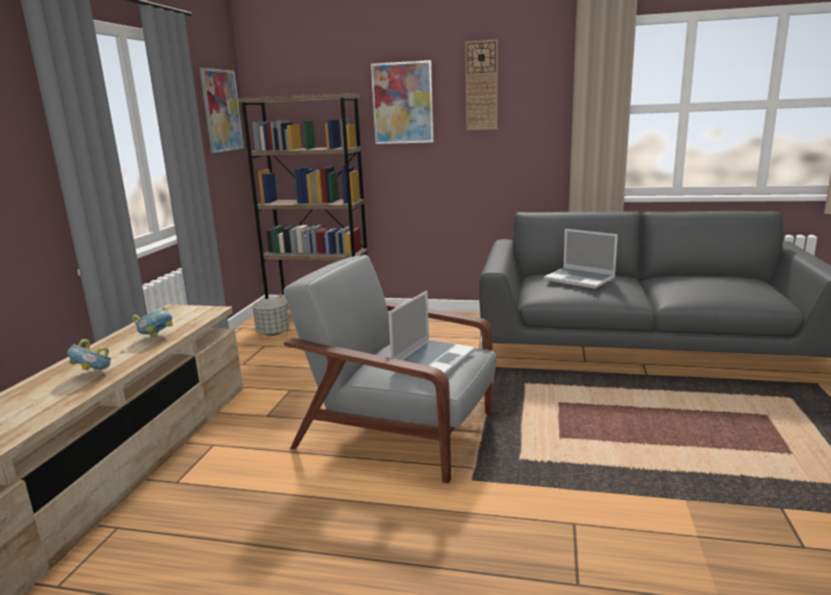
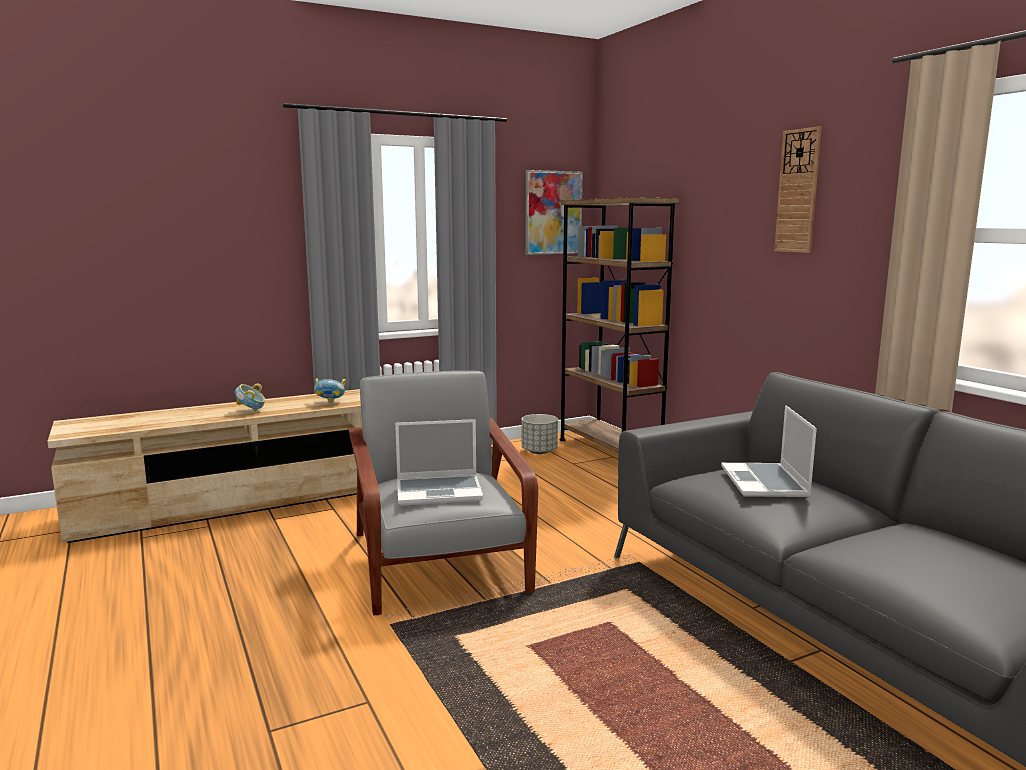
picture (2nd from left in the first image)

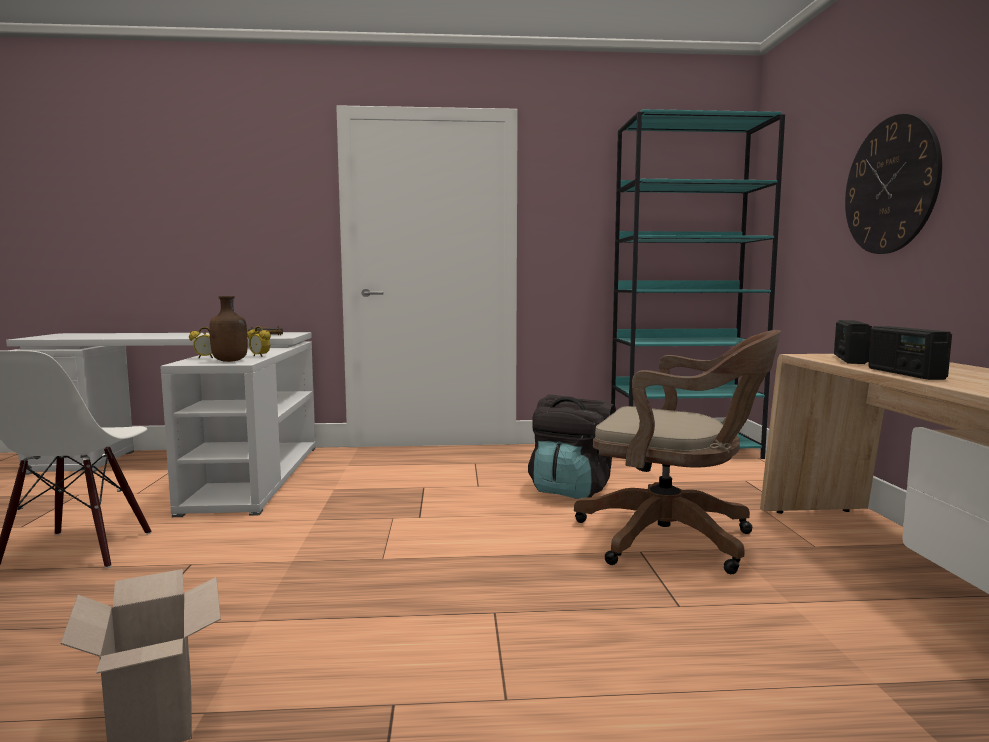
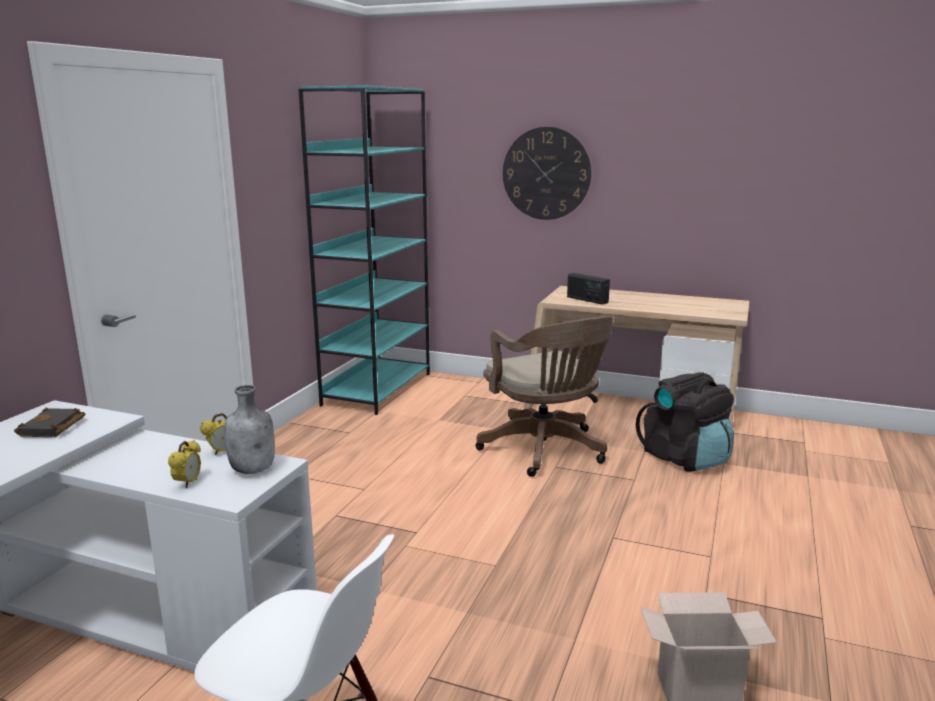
radio (2nd from left in the first image)
backpack (black)
bottle (grey)
office chair (brown)

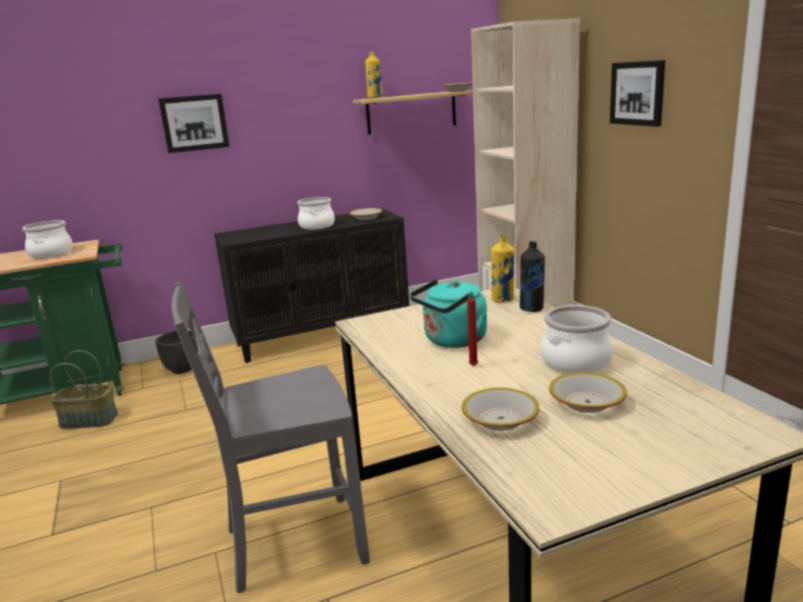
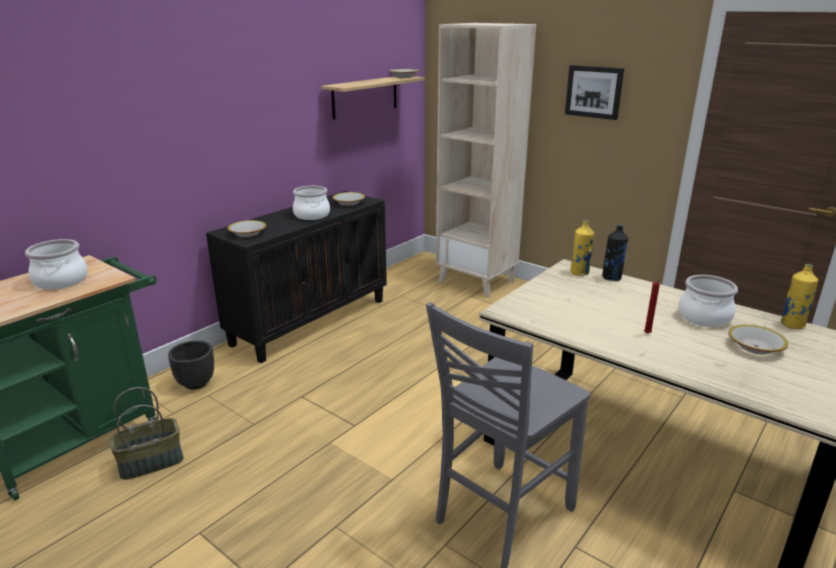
picture (1st from left in the first image)
kettle (turquoise)
bottle (yellow) (2nd from left)
bowl (1st from left)

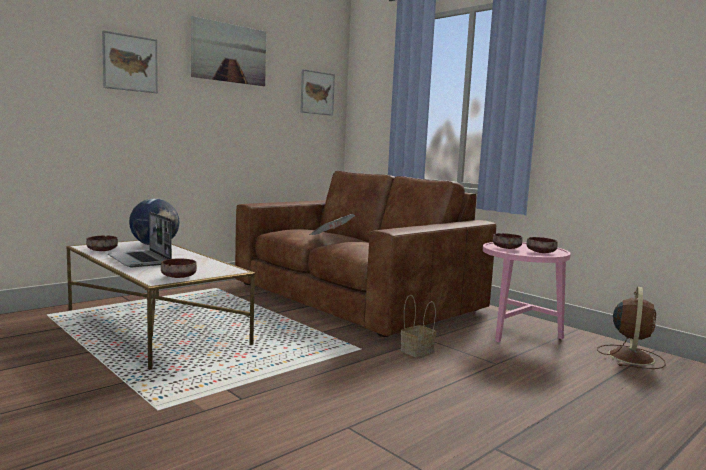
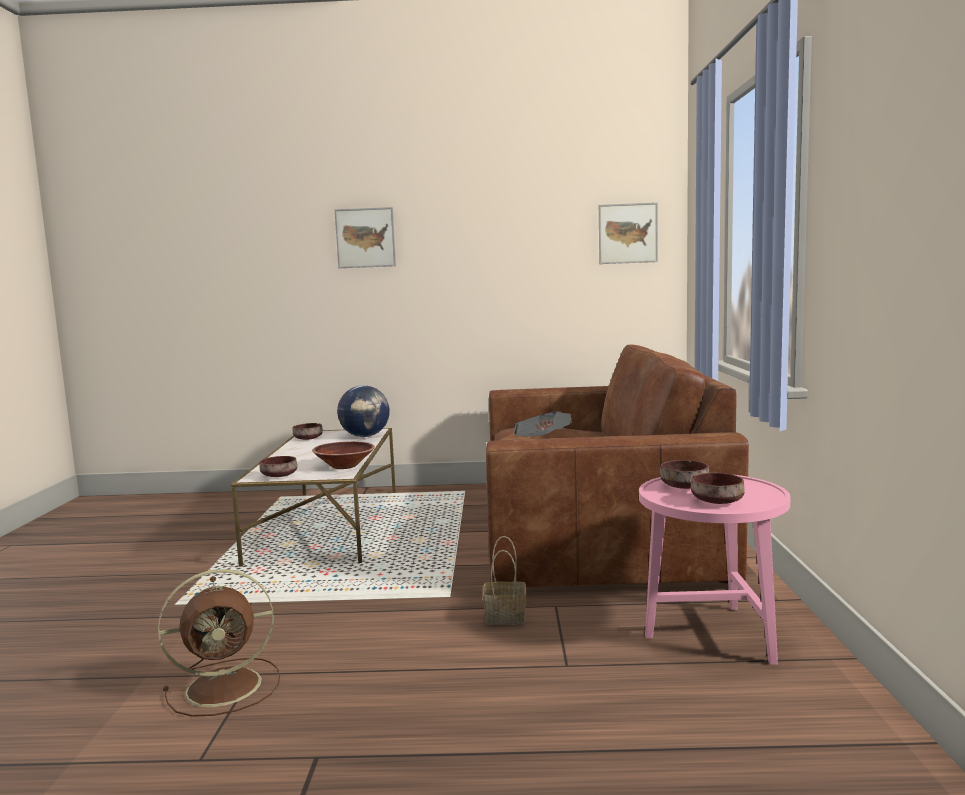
laptop
picture (2nd from left in the first image)
bowl (brown) (3rd from left)
fan (brown)

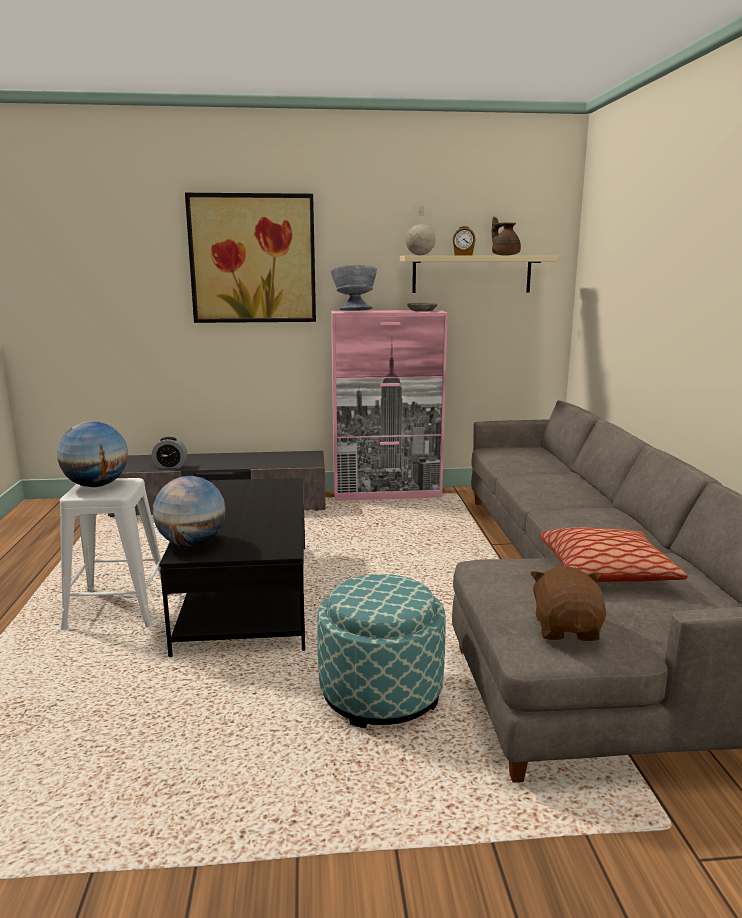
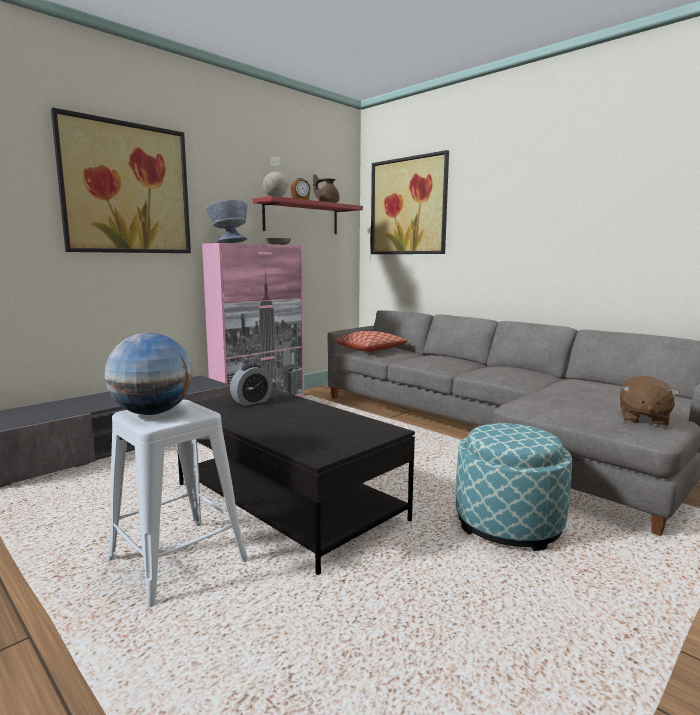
globe (2nd from left in the first image)
picture (2nd from left)
alarm clock (1st from left)
pillow
shelf (red)
plush toy (brown)

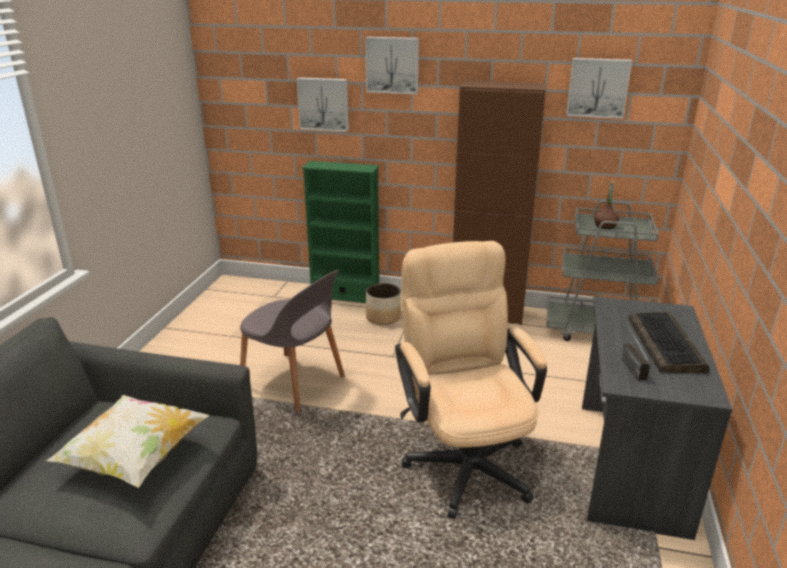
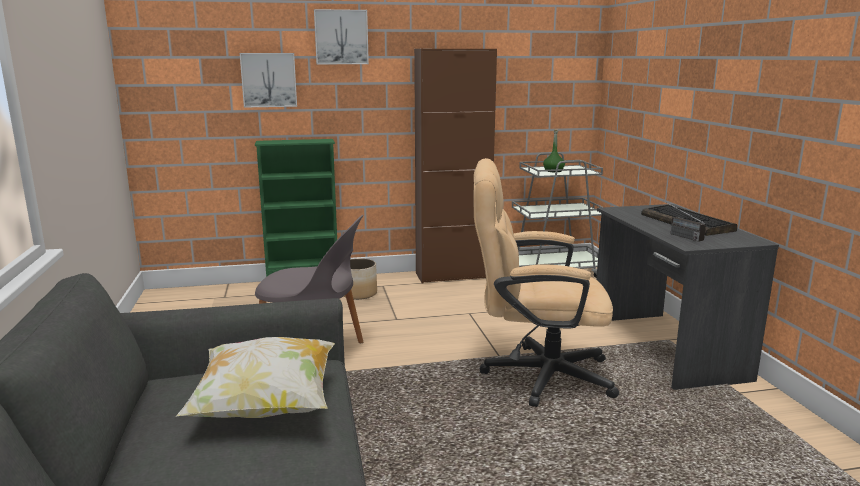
picture (3rd from left in the first image)
bottle (green)
office chair (beige)

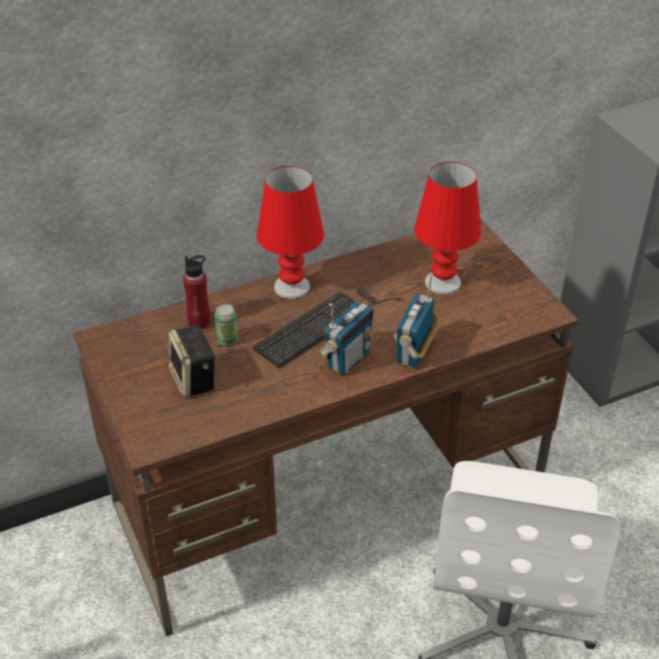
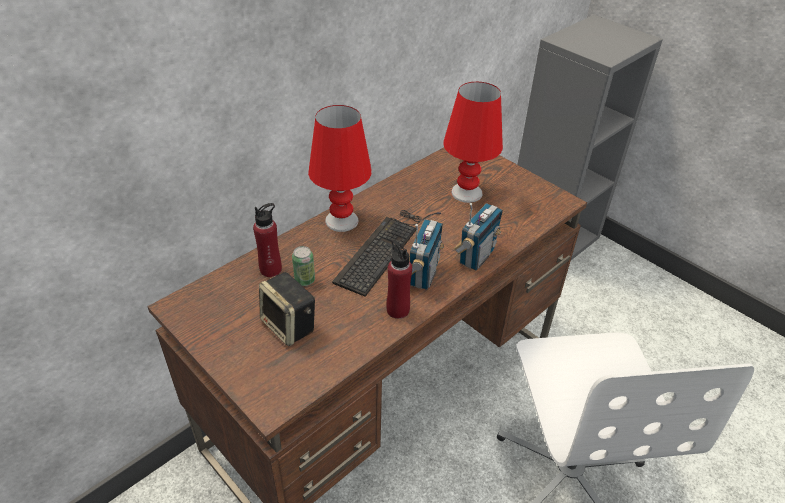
bottle (red) (2nd from left)
radio (2nd from left)

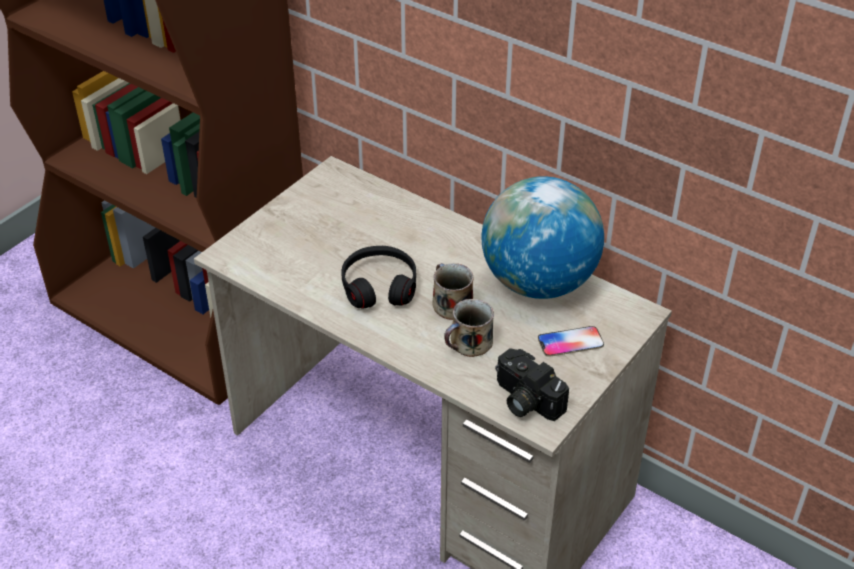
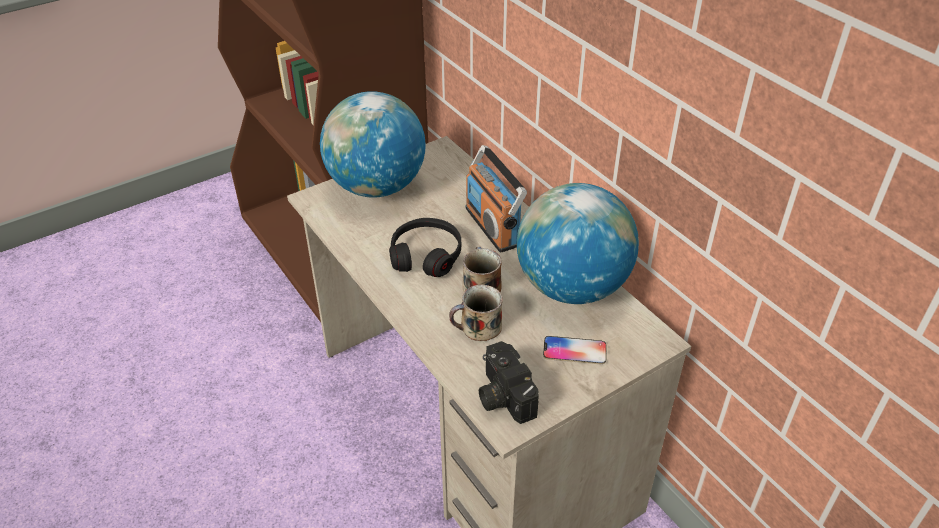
globe (1st from left)
radio

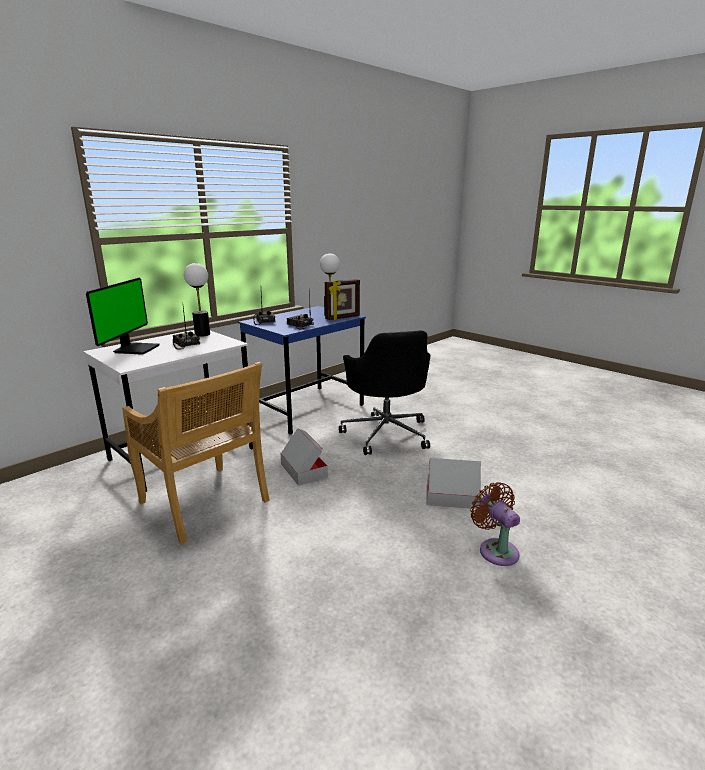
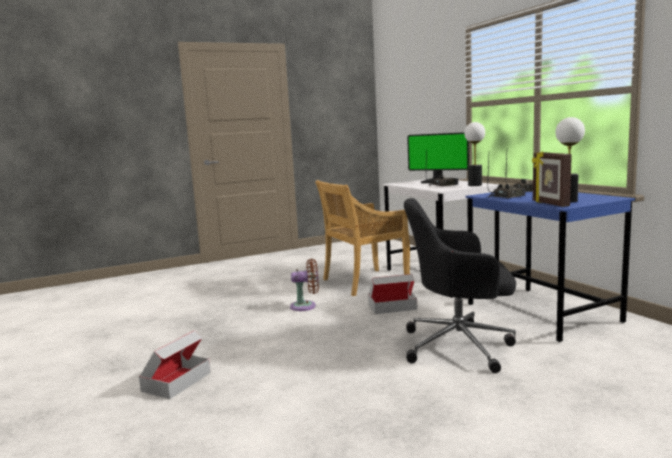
cardboard box (1st from left)
fan (brown)

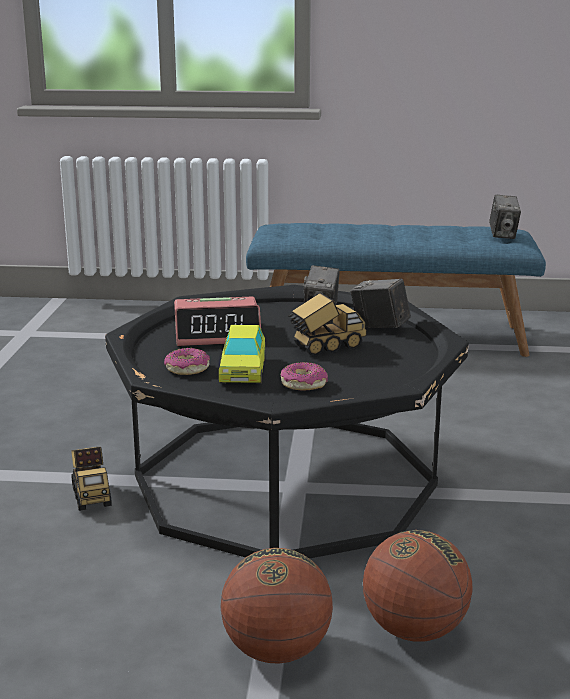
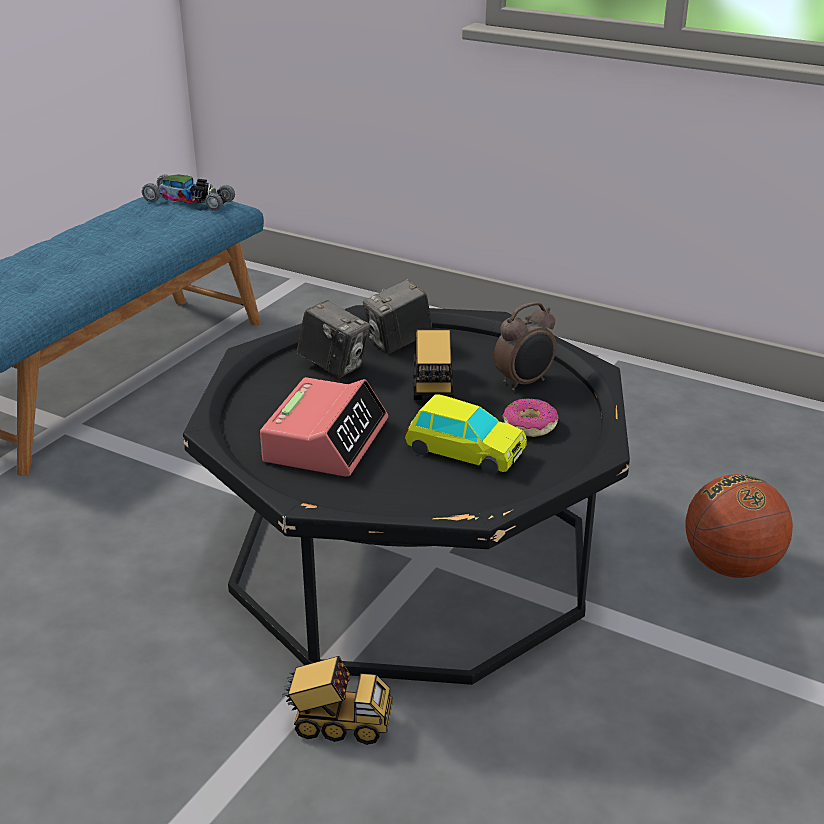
donut (1st from left in the first image)
basketball (1st from left in the first image)
alarm clock (2nd from left)
toy car (1st from left)

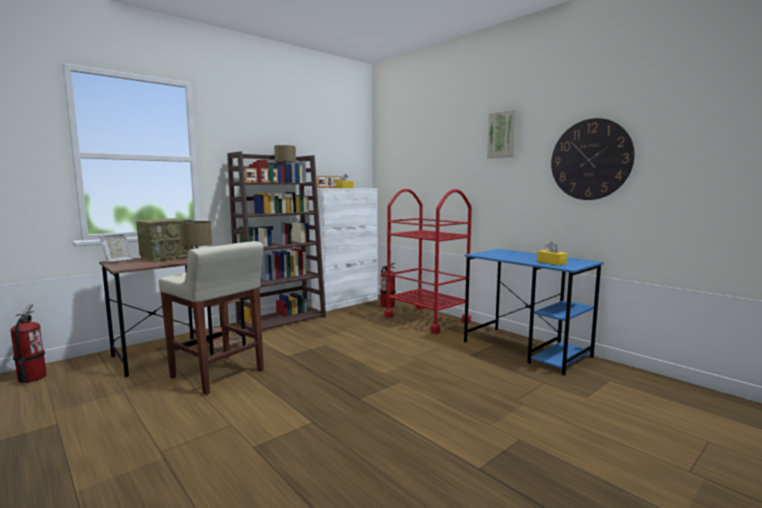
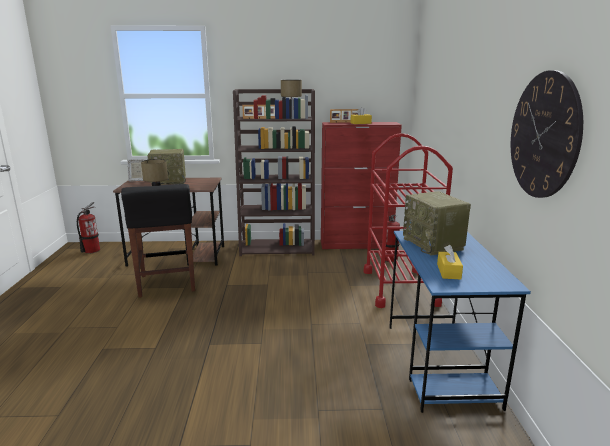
picture
radio (2nd from left)
stool (black)
cabinet (red)

